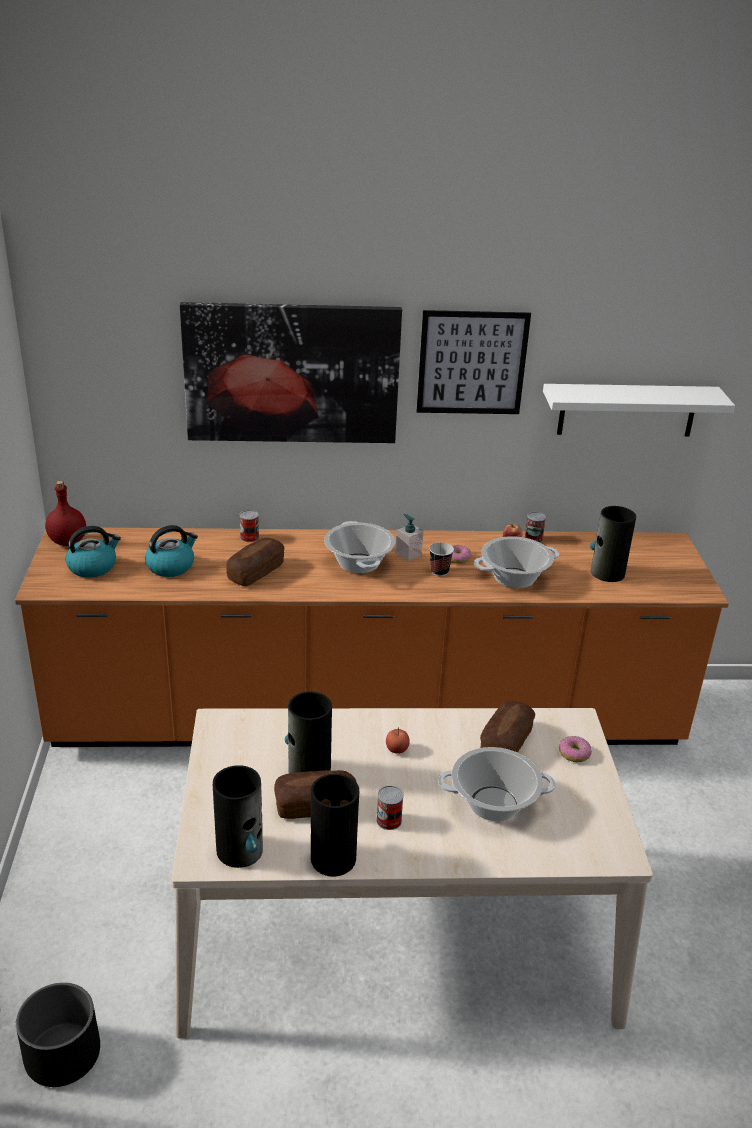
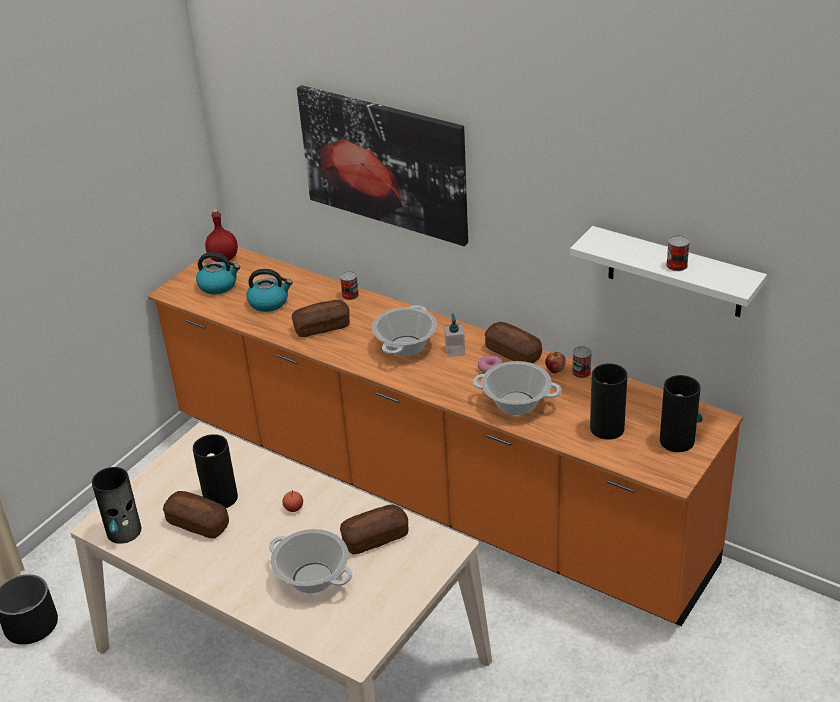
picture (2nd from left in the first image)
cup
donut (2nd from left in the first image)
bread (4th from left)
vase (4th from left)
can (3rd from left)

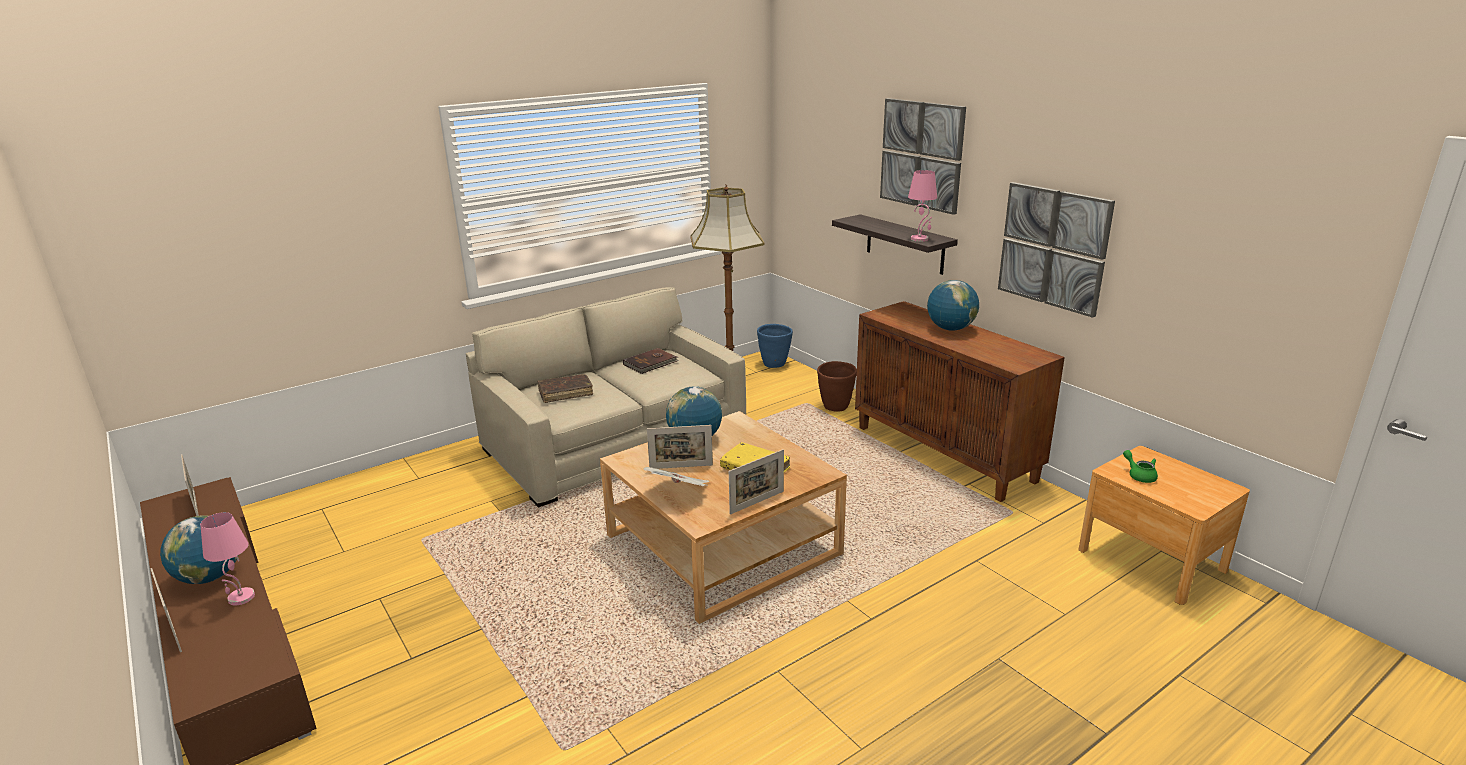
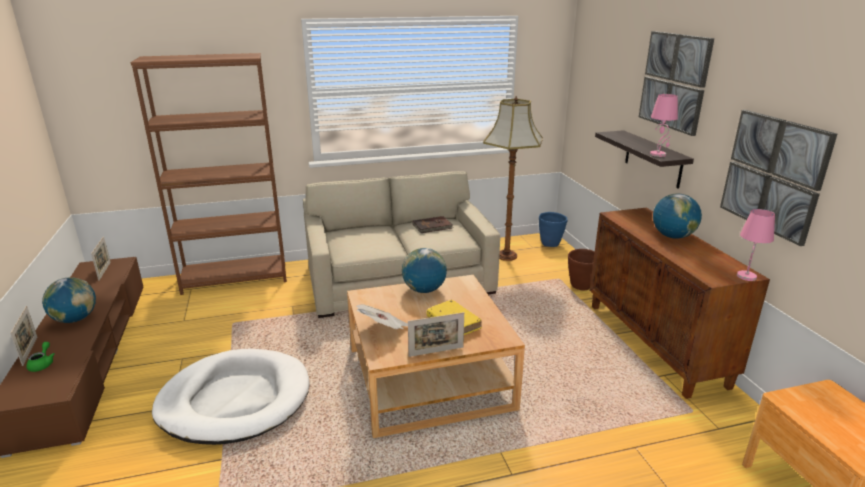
book (brown) (1st from left in the first image)
picture frame (3rd from left in the first image)
bookcase (brown)
dog bed (white)
table lamp (pink) (2nd from left)
teapot (green)

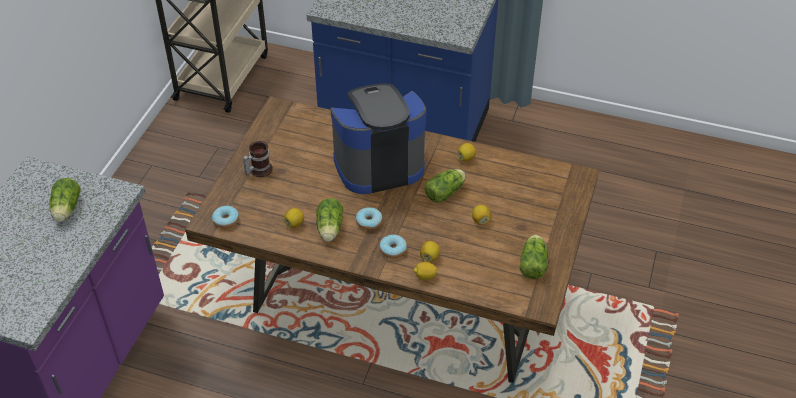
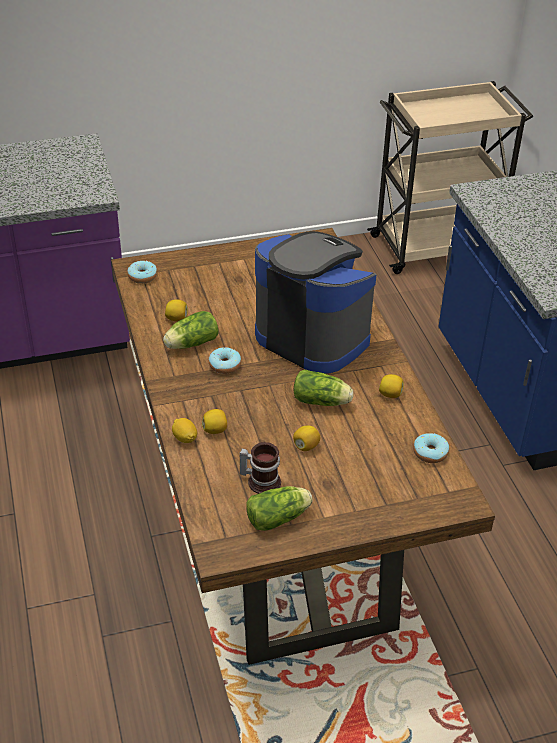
lettuce (1st from left in the first image)
mug
donut (3rd from left)

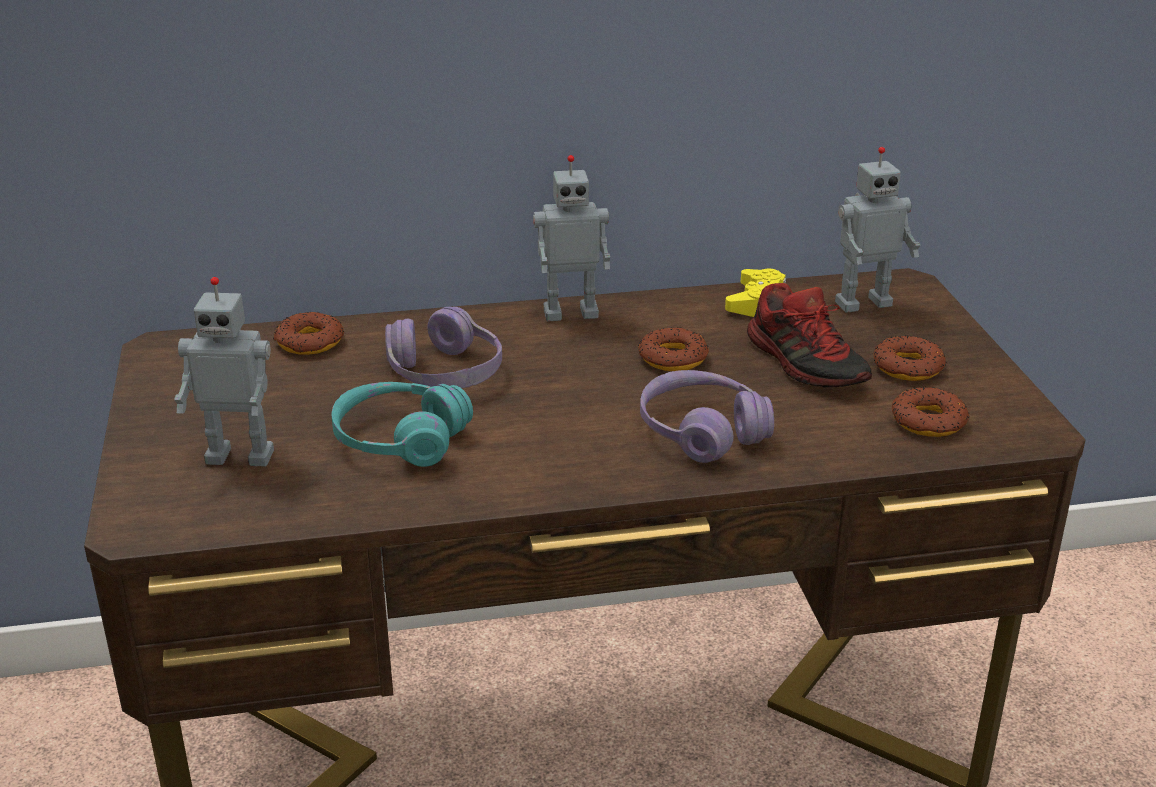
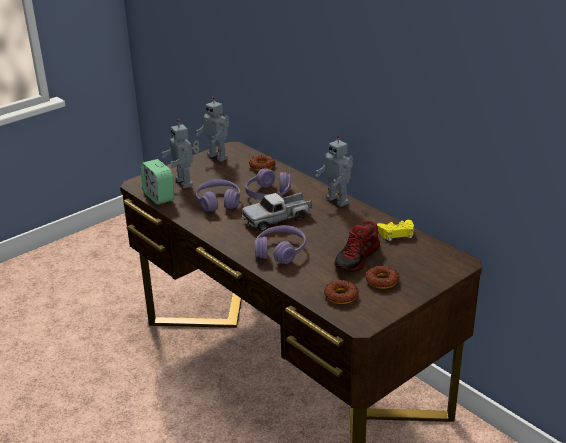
donut (2nd from left in the first image)
alarm clock
toy truck
toy robot (2nd from left)
headphones (purple) (1st from left)

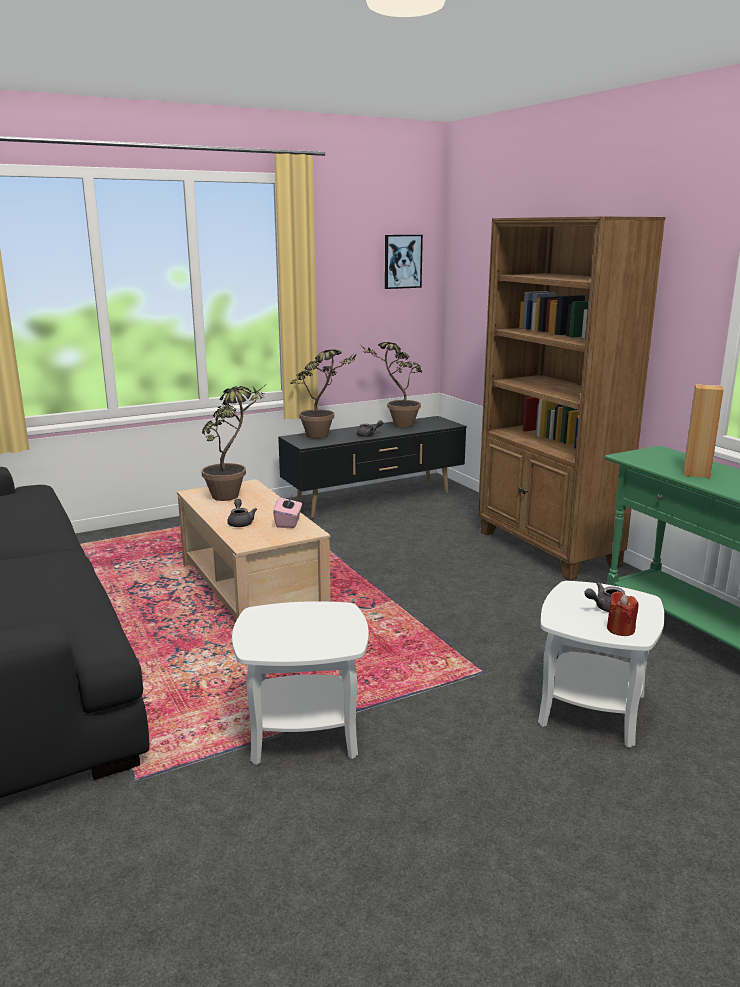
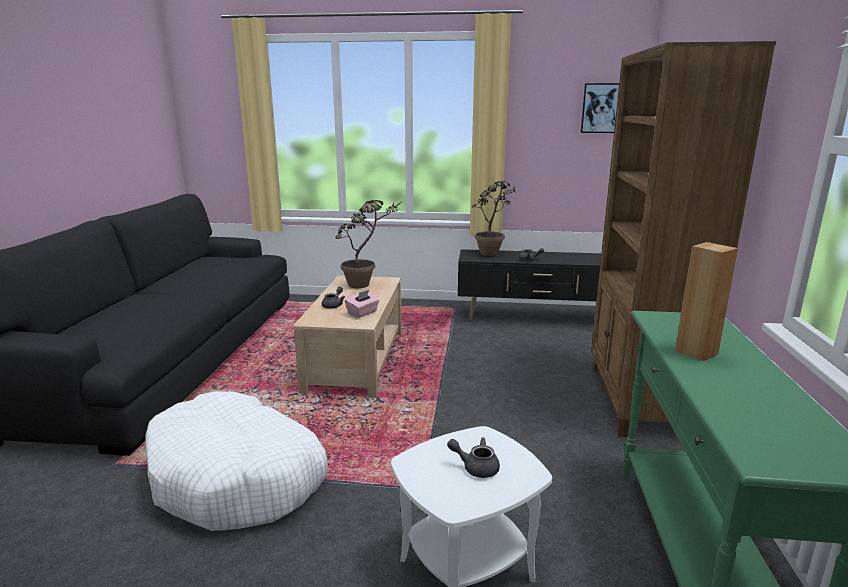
potted plant (3rd from left in the first image)
candle (red)
dog bed (white)

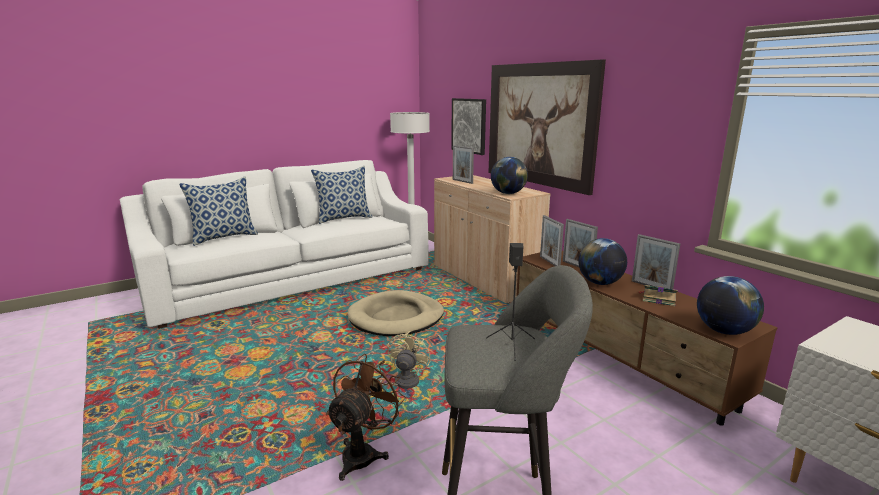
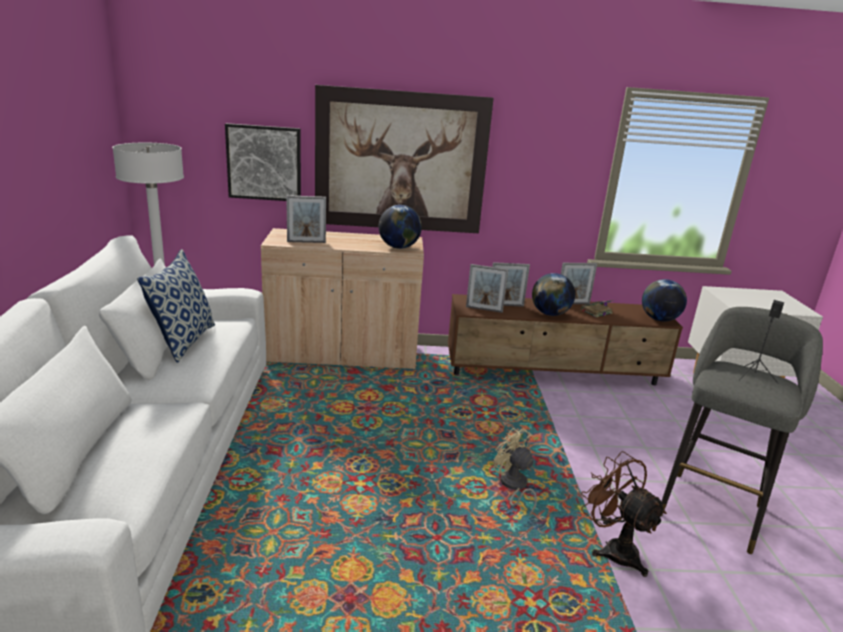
pillow (1st from left in the first image)
dog bed (beige)

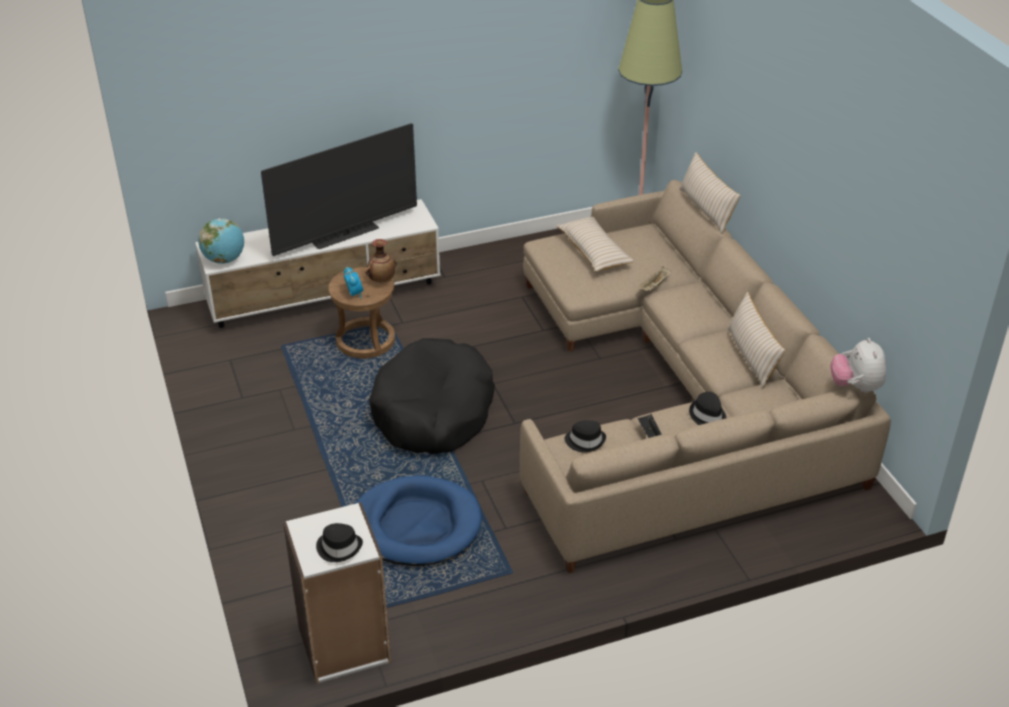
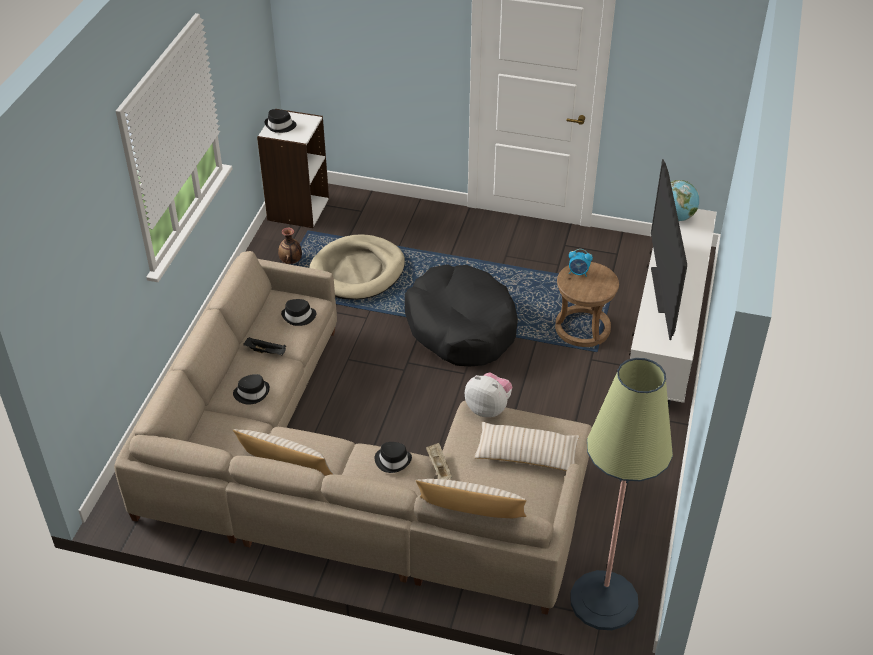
hat (black) (4th from left)
vase
plush toy
dog bed (beige)

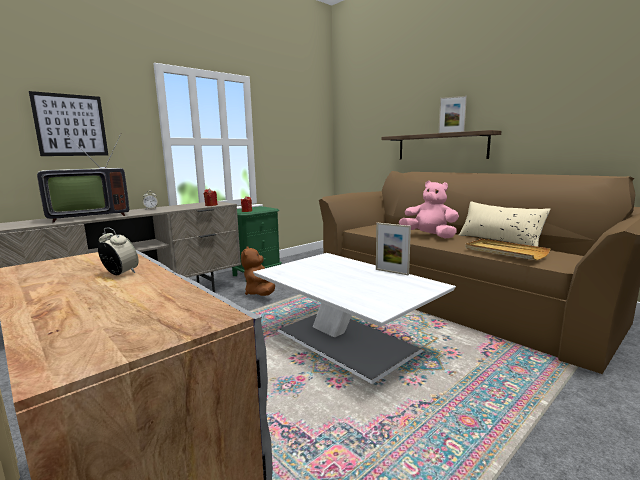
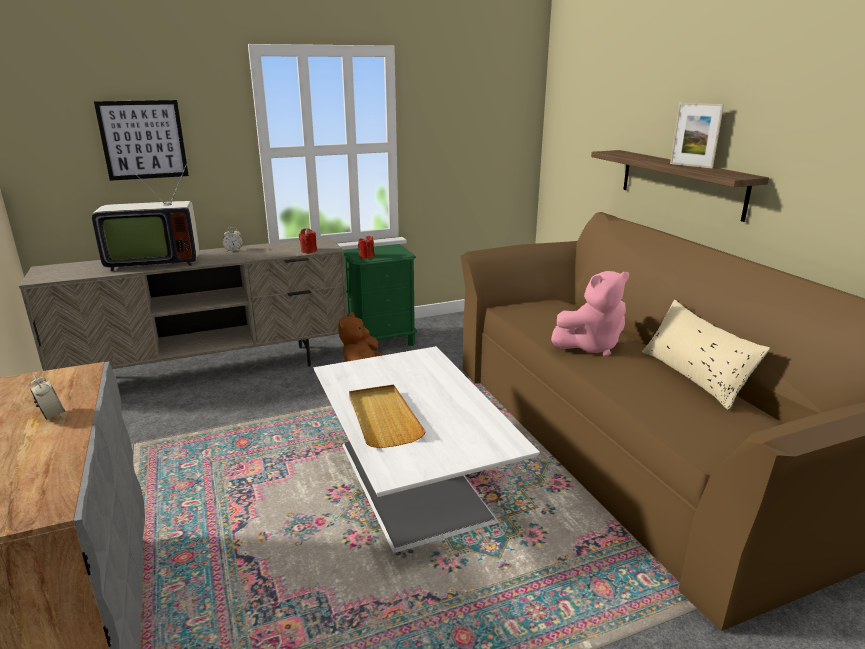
picture frame (1st from left in the first image)
tray (beige)
plush toy (pink)

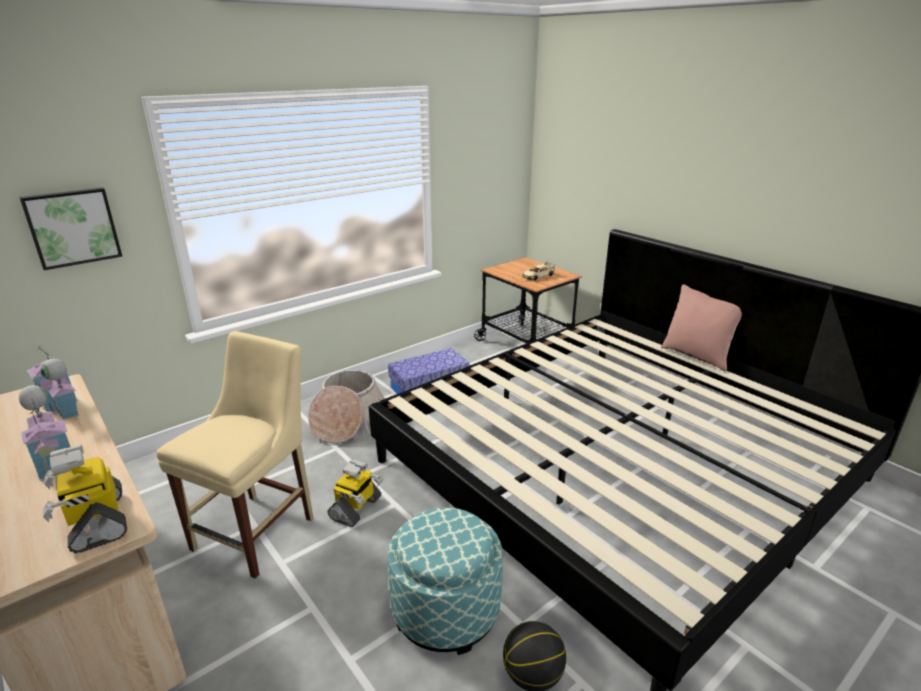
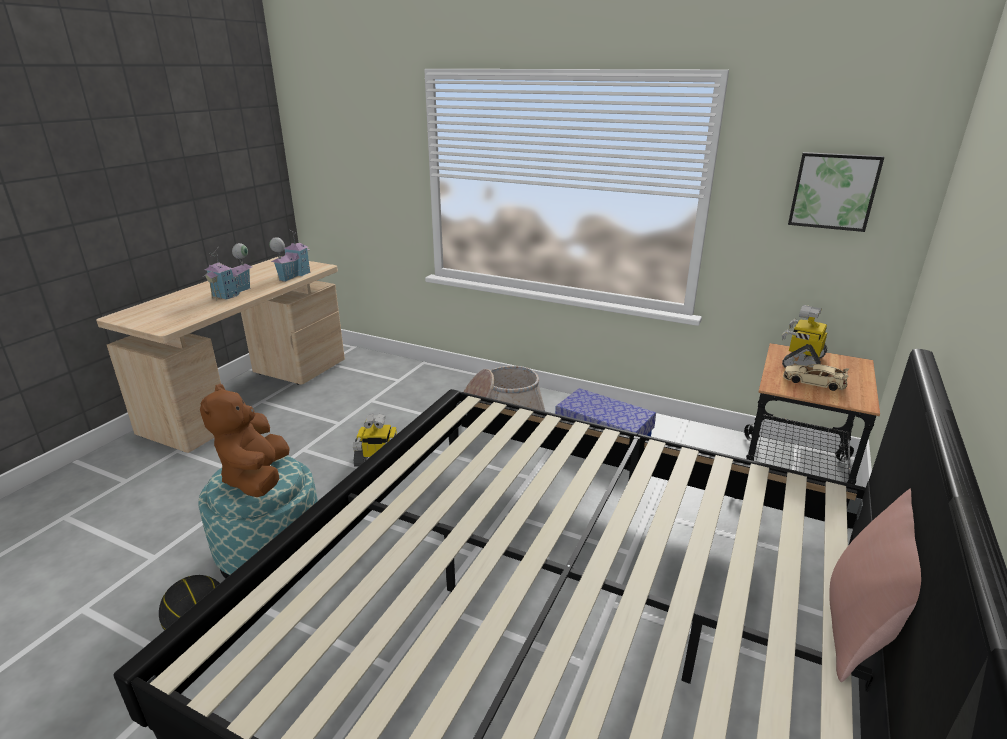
chair (beige)
plush toy (brown)
picture
toy robot (2nd from left)

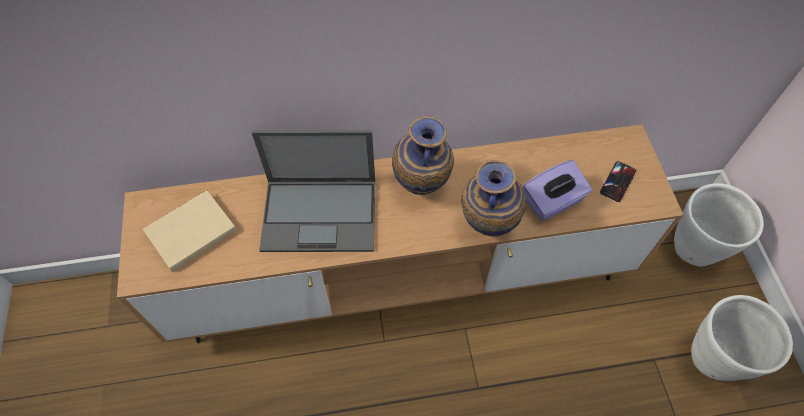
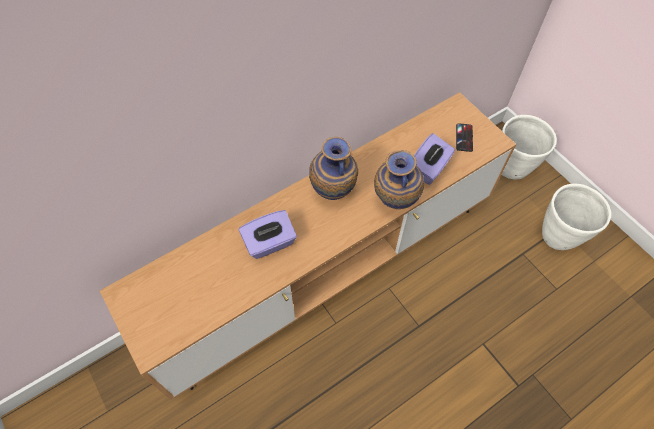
book (beige)
tissue box (purple) (1st from left)

